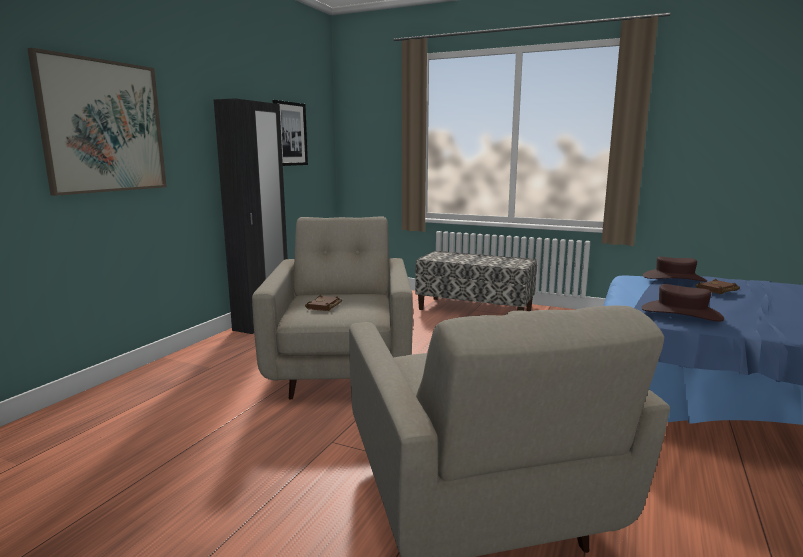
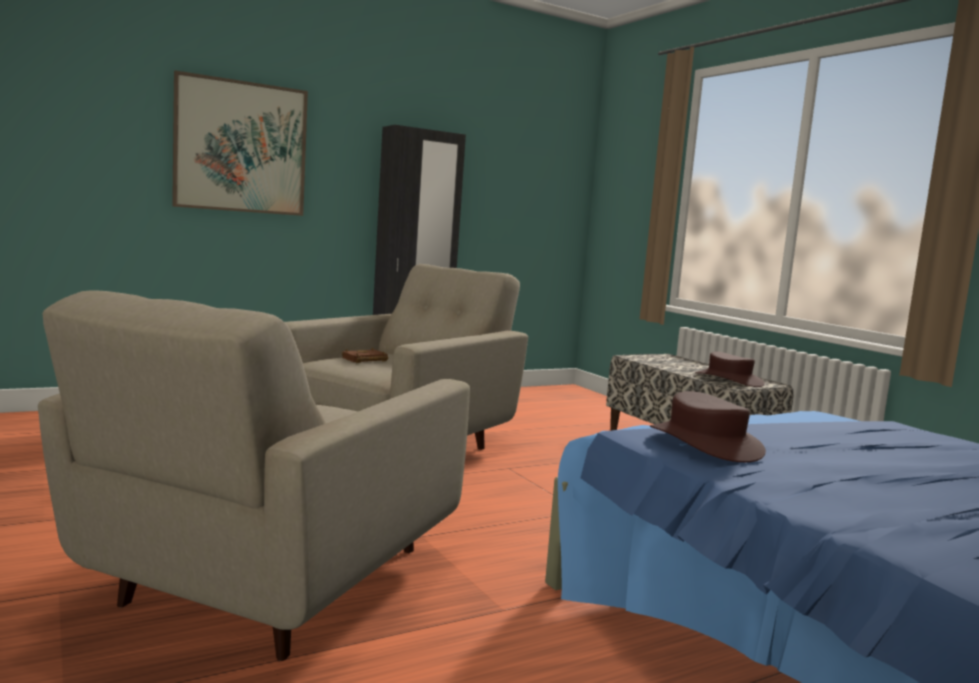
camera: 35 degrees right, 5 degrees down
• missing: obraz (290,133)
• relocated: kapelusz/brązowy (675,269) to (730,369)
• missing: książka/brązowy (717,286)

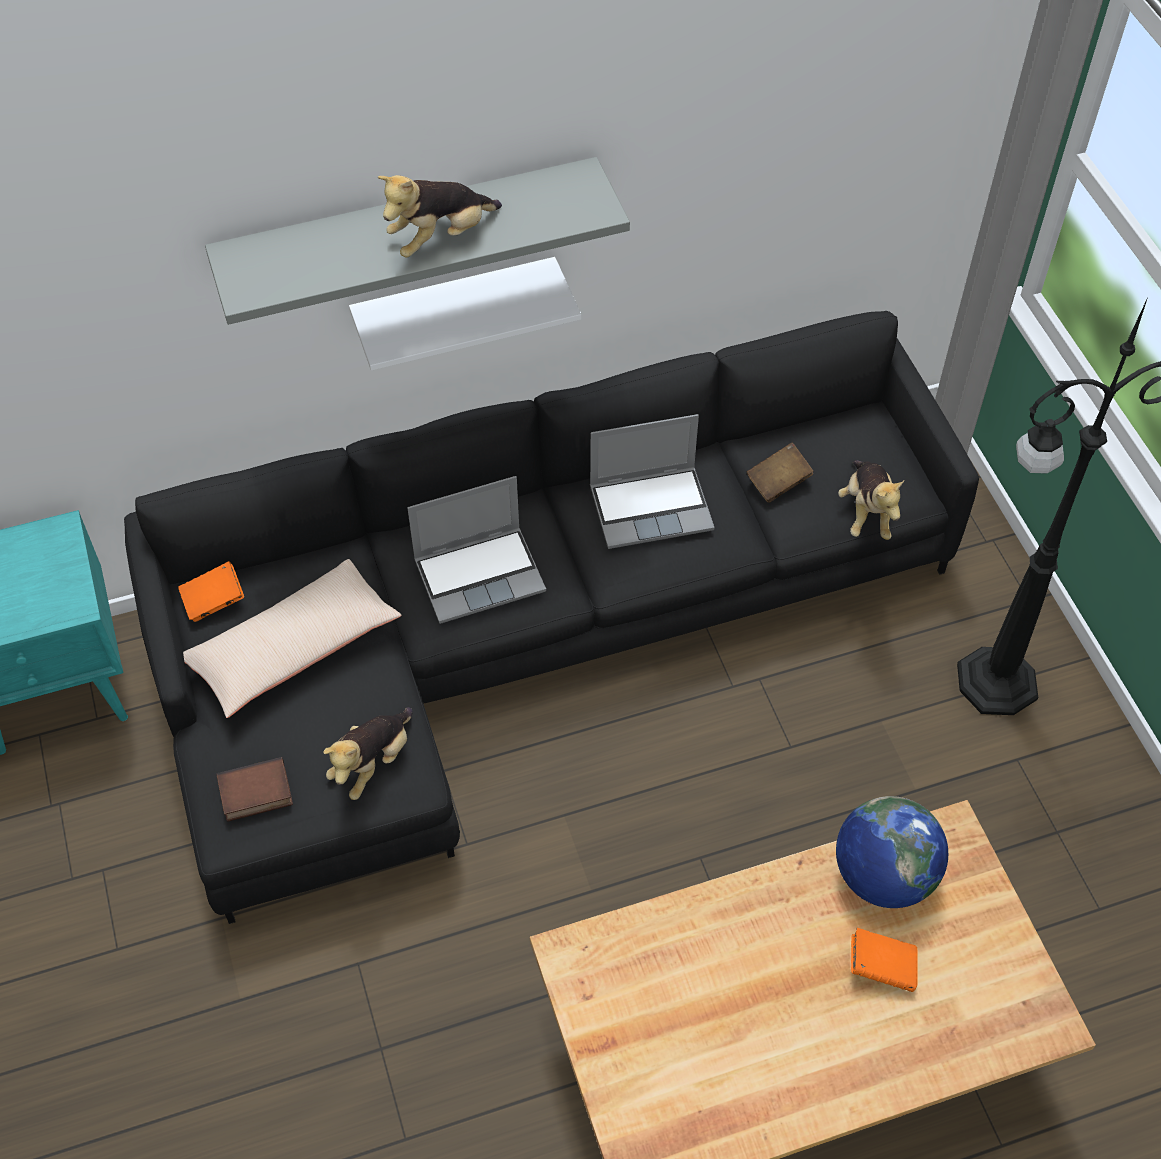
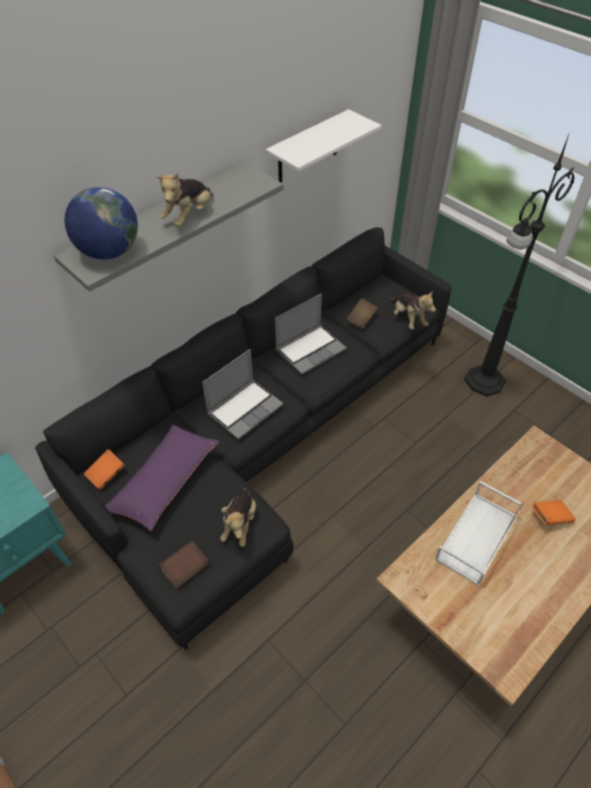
camera: 25 degrees left, 5 degrees down
• relocated: półka/biały (465,314) to (324,146)
• colour: poduszka/beżowy (292,638) to poduszka/fioletowy (162,478)
• relocated: globus (892,852) to (101,223)
• appeared: taca/biały (479,533)

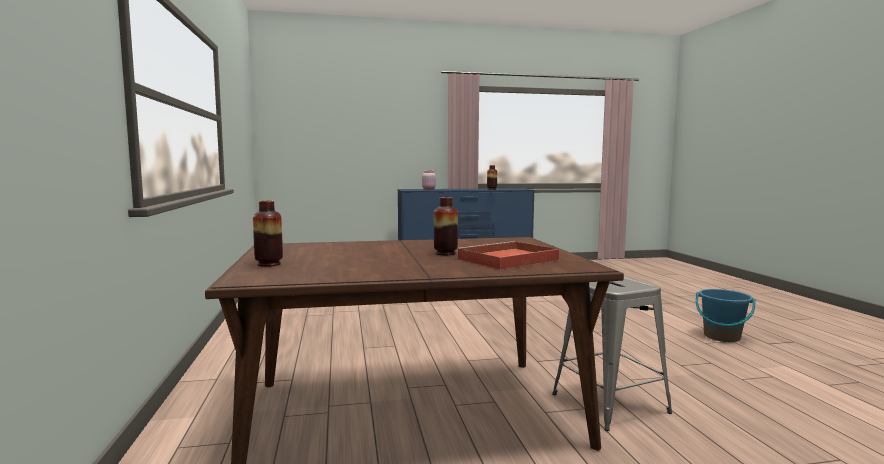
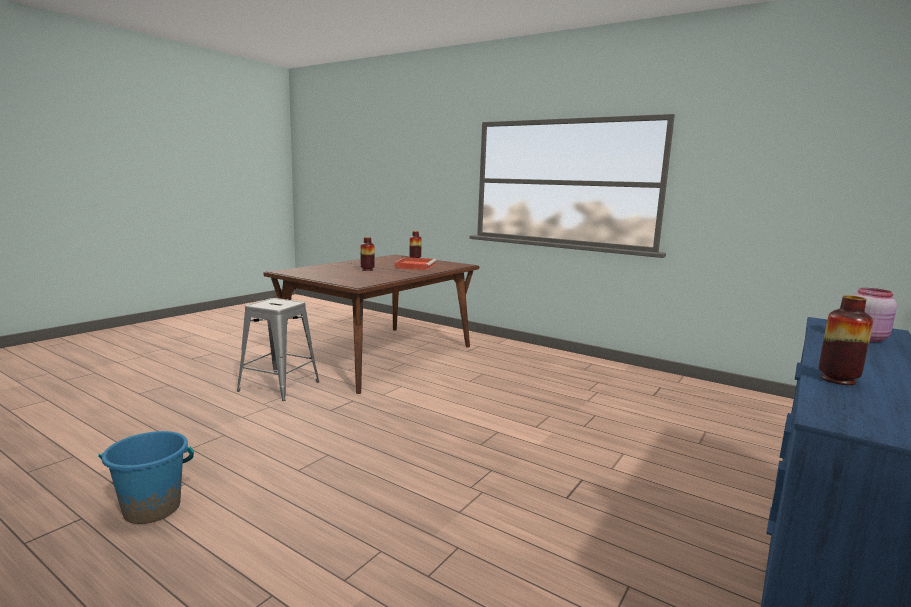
camera: 135 degrees right, 5 degrees up
• relocated: taca/czerwony (507,255) to (415,263)

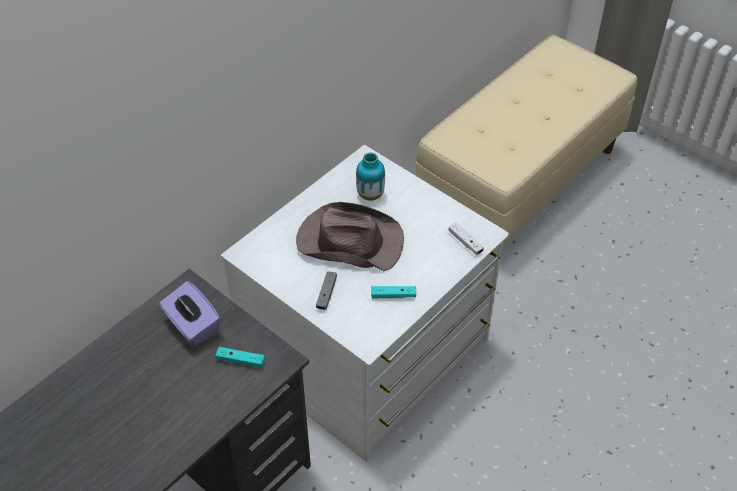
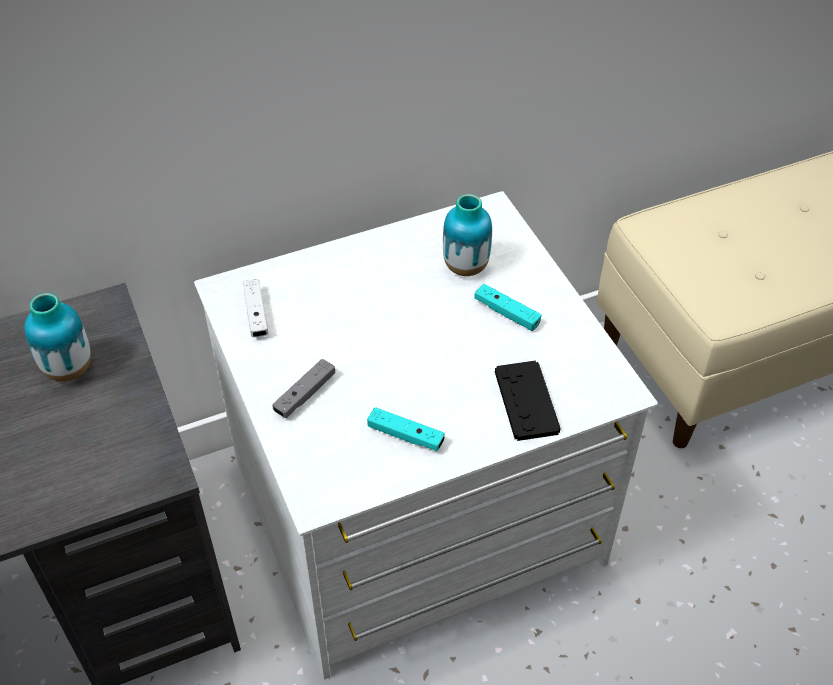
camera: 25 degrees right, 0 degrees up
• missing: kapelusz/brązowy (350,236)
• relocated: pad do gier/biały (466,239) to (256,308)
• exchanged: pudełko chusteczek/fioletowy (190,314) to wazon (57,337)
• relocated: pad do gier/turkusowy (240,357) to (508,307)
• appeared: pad do gier/czarny (528,401)

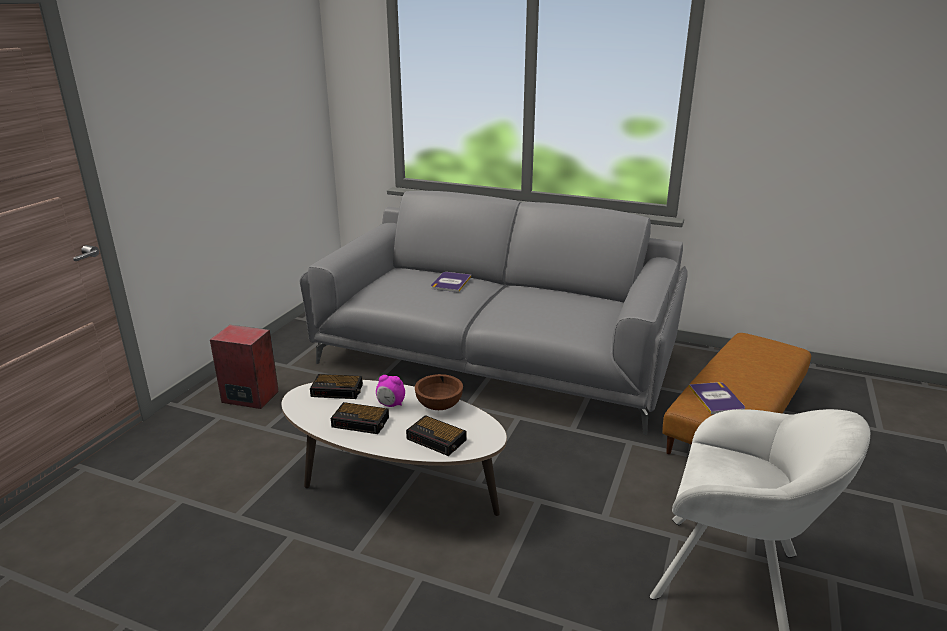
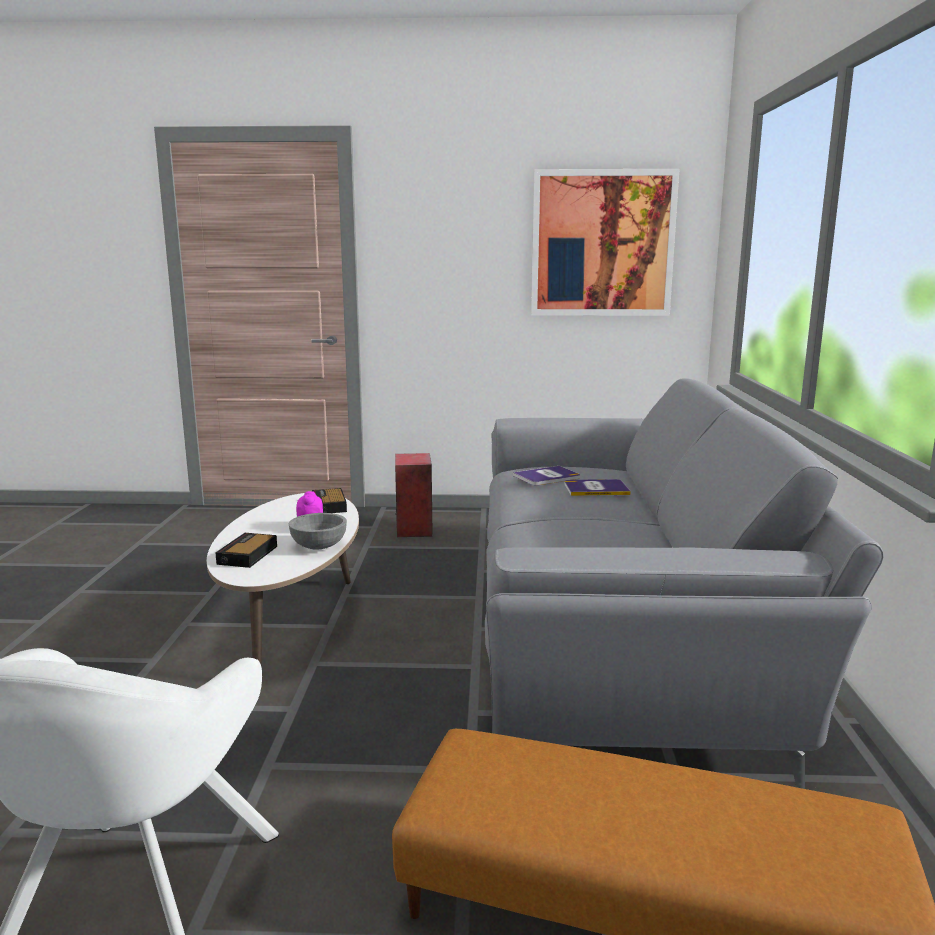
camera: 70 degrees right, 10 degrees down
• colour: miska/brązowy (439,392) to miska/szary (318,531)
• relocated: książka (717,398) to (546,475)
• missing: budzik (360,418)
• appeared: obraz (605,242)

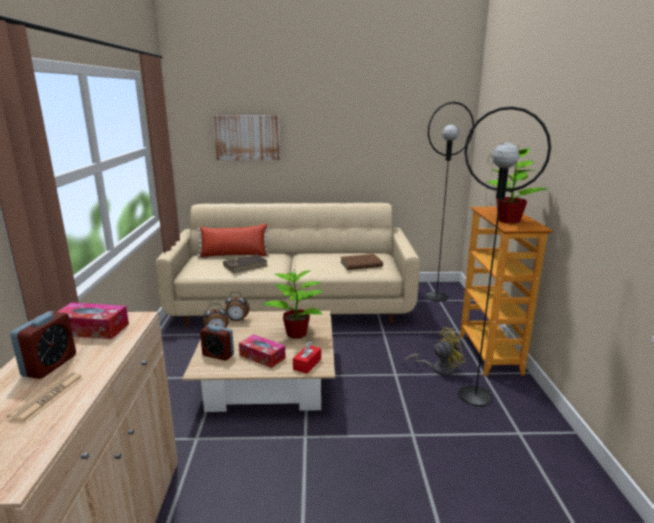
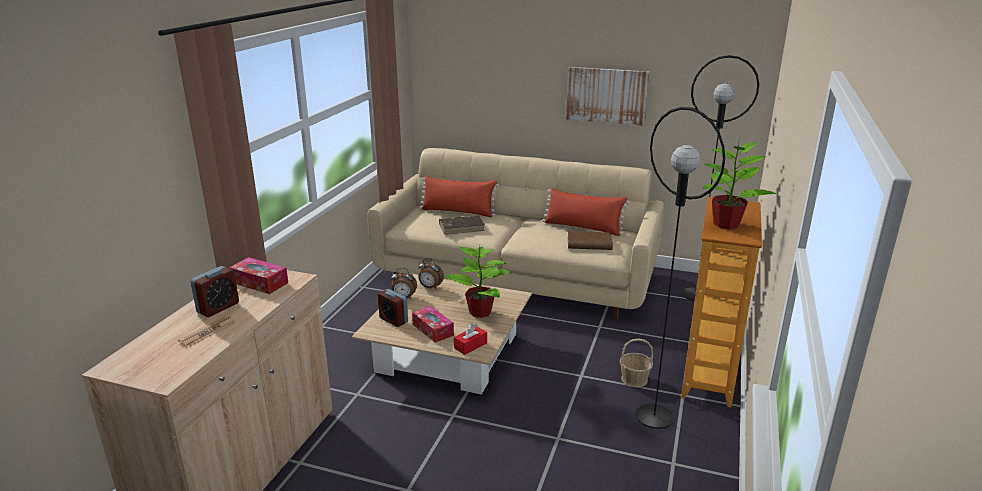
camera: 20 degrees right, 5 degrees up
• relocated: obraz (247,137) to (608,96)
• exchanged: wentylator/żółty (435,351) to koszyk (636,362)
• appeared: poduszka/czerwony (586,212)

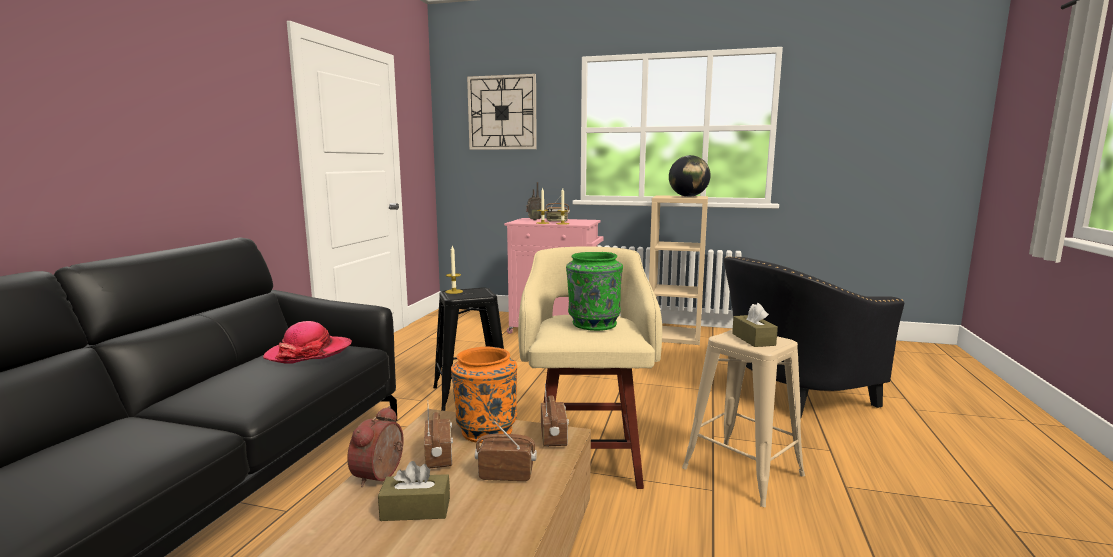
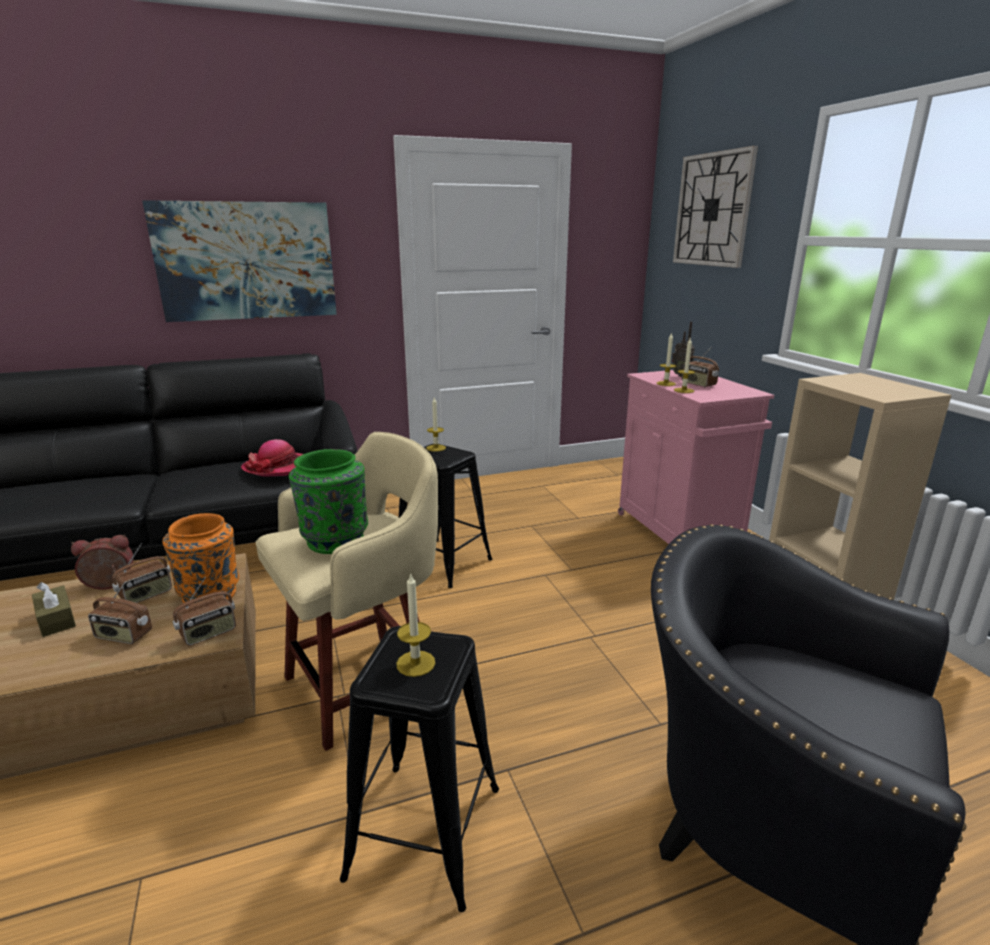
camera: 55 degrees right, 10 degrees up
• missing: globus (690,176)
• exchanged: pudełko chusteczek/brązowy (755,325) to świeca (415,625)
• colour: stołek/beżowy (743,418) to stołek/czarny (419,769)
• spun: radio (506,451) = (120,613) 135 degrees clockwise
• appeared: obraz (239,261)

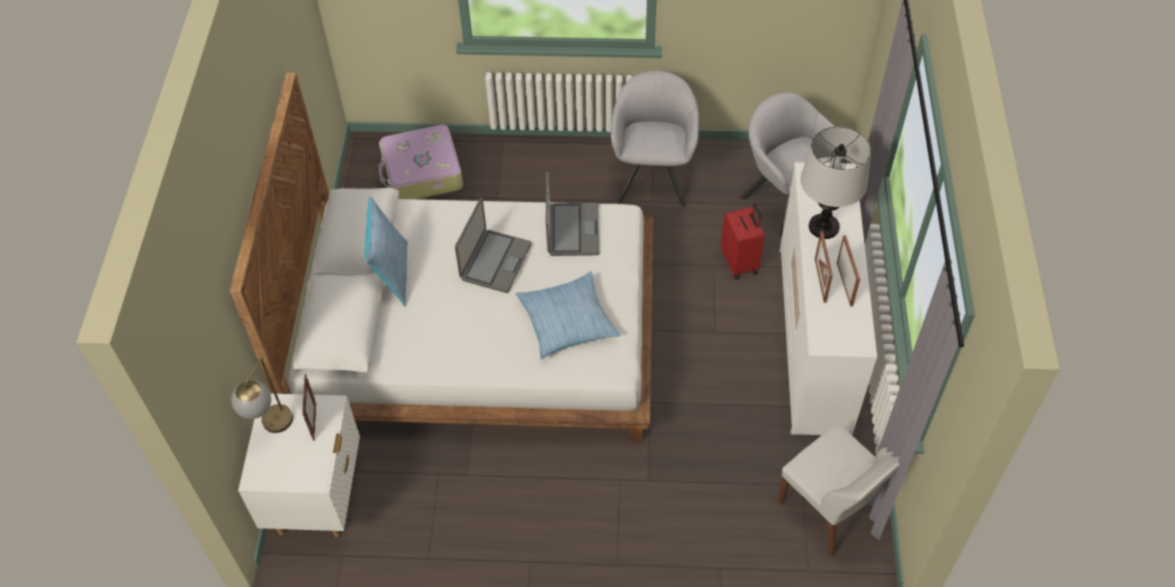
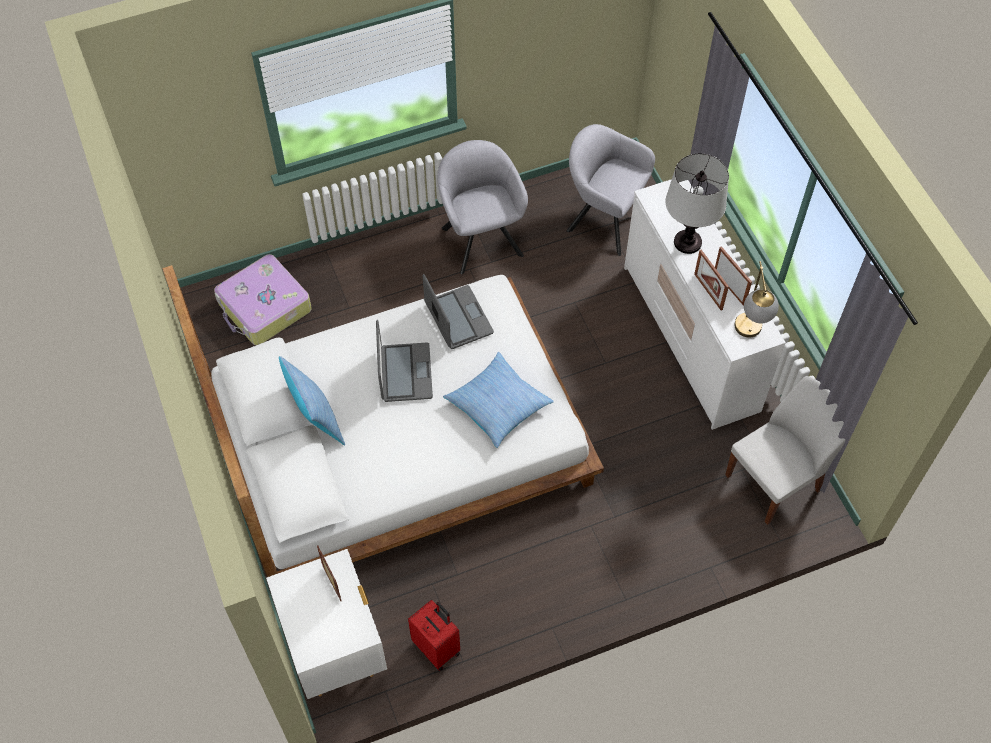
camera: 25 degrees left, 5 degrees up
• relocated: walizka/czerwony (743,241) to (434,635)
• relocated: lampa stołowa (262,392) to (756,299)
• spun: krzesło/biały (846,490) = (785,450) 60 degrees counterclockwise

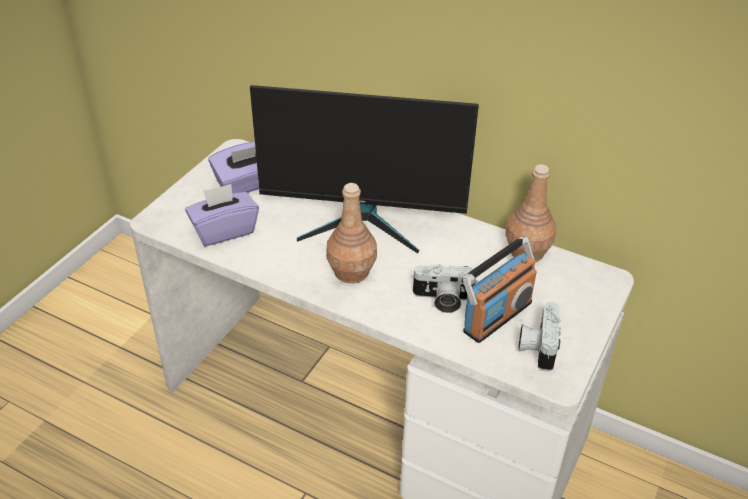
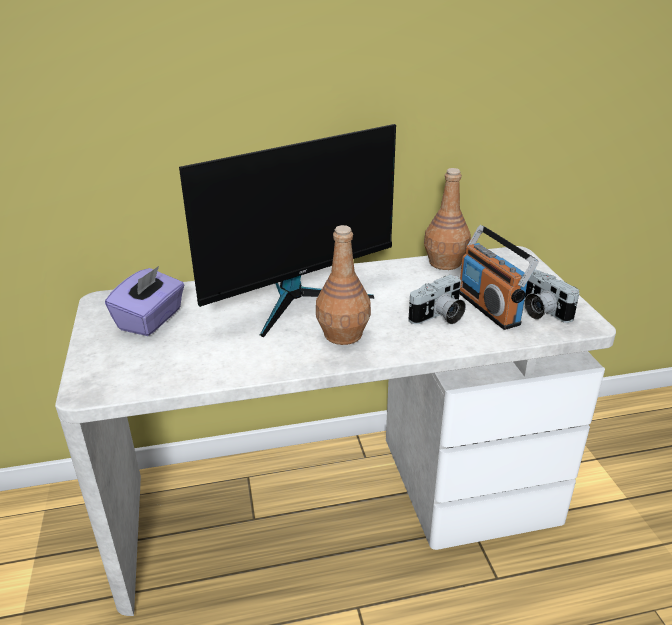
camera: 40 degrees left, 10 degrees down
• missing: pudełko chusteczek/fioletowy (222,215)
• spun: radio (500,289) = (499,277) 150 degrees clockwise

